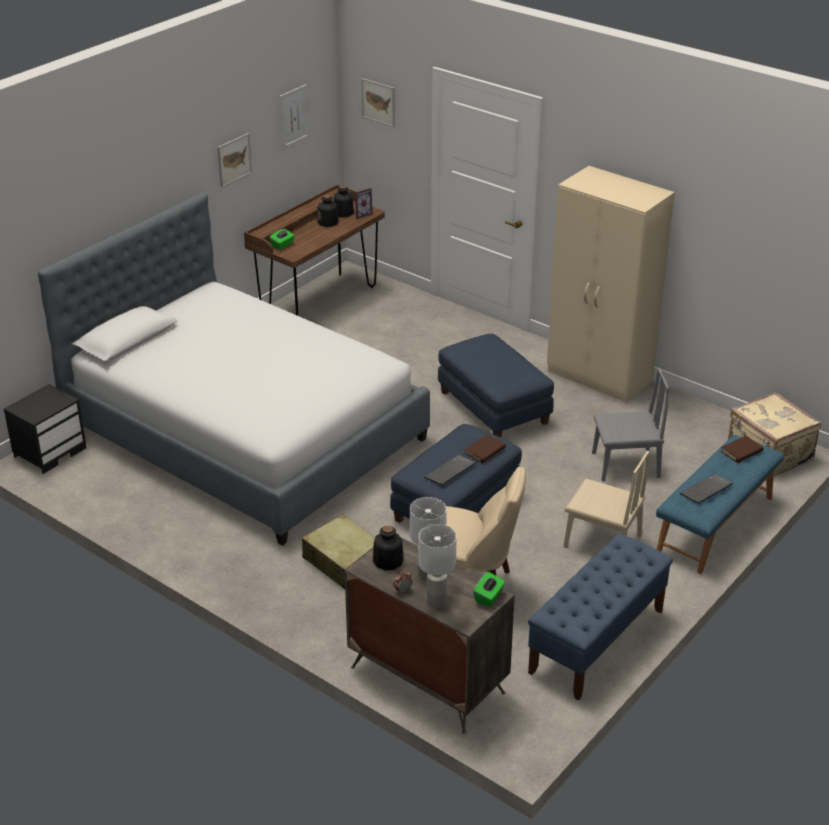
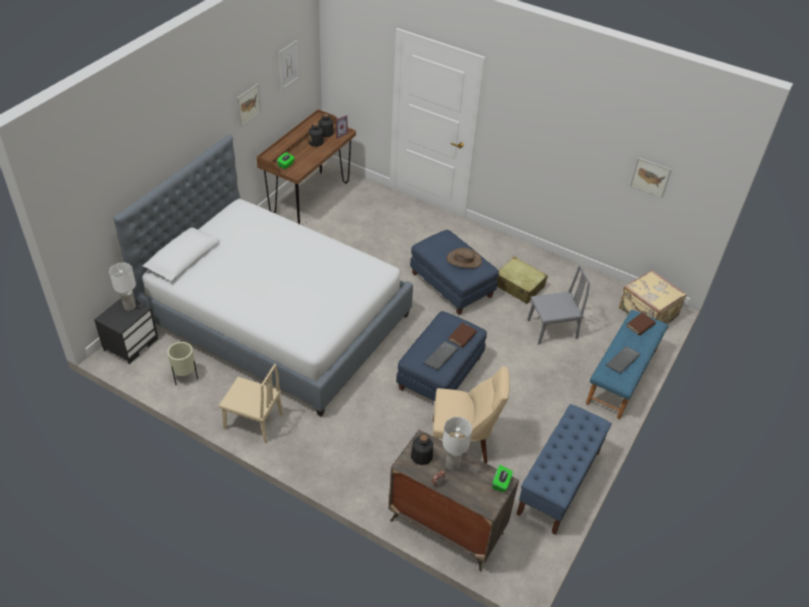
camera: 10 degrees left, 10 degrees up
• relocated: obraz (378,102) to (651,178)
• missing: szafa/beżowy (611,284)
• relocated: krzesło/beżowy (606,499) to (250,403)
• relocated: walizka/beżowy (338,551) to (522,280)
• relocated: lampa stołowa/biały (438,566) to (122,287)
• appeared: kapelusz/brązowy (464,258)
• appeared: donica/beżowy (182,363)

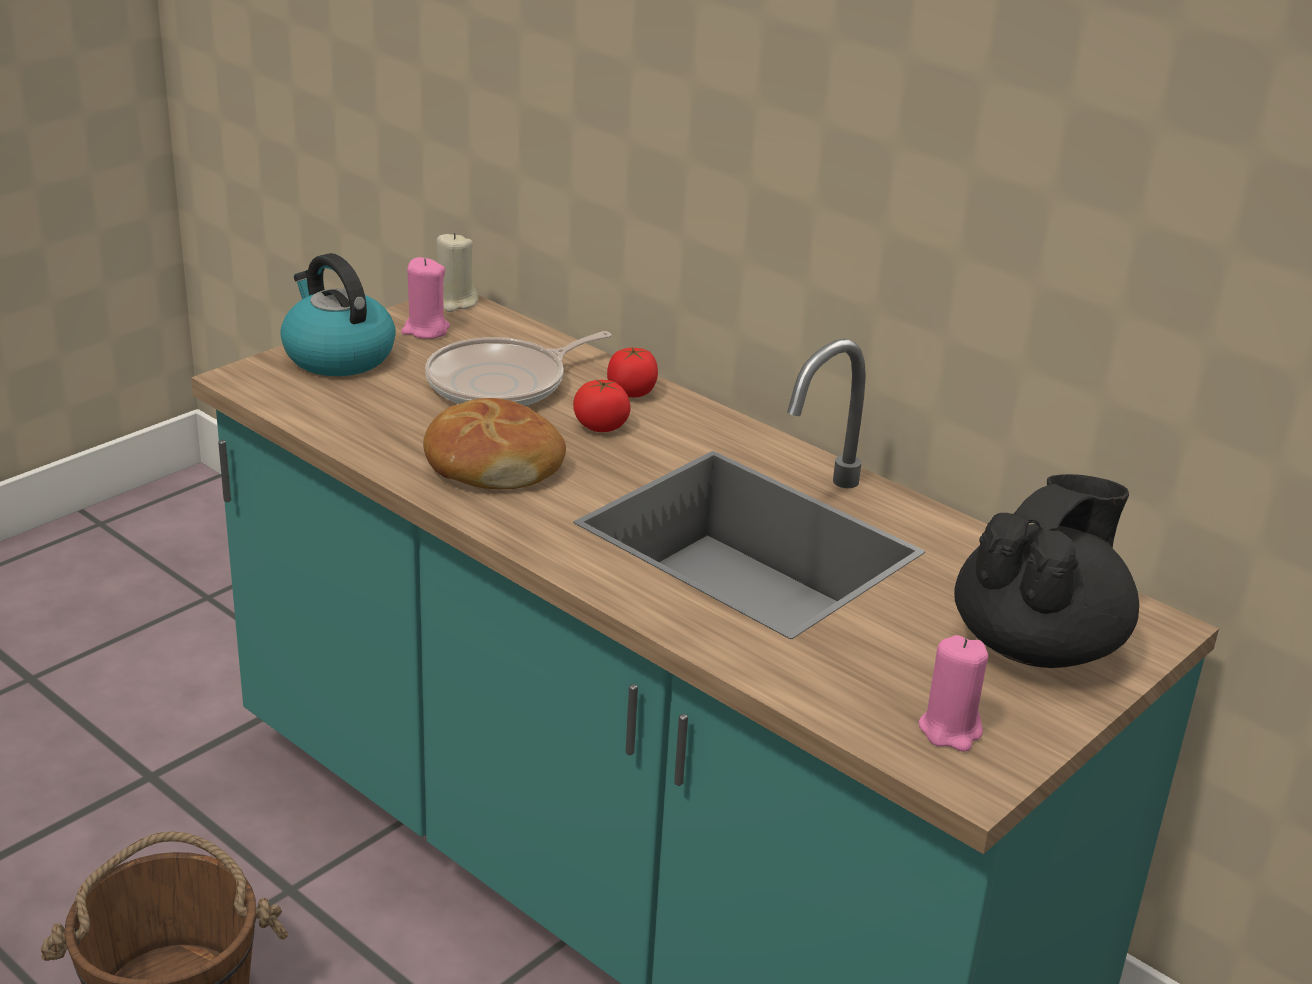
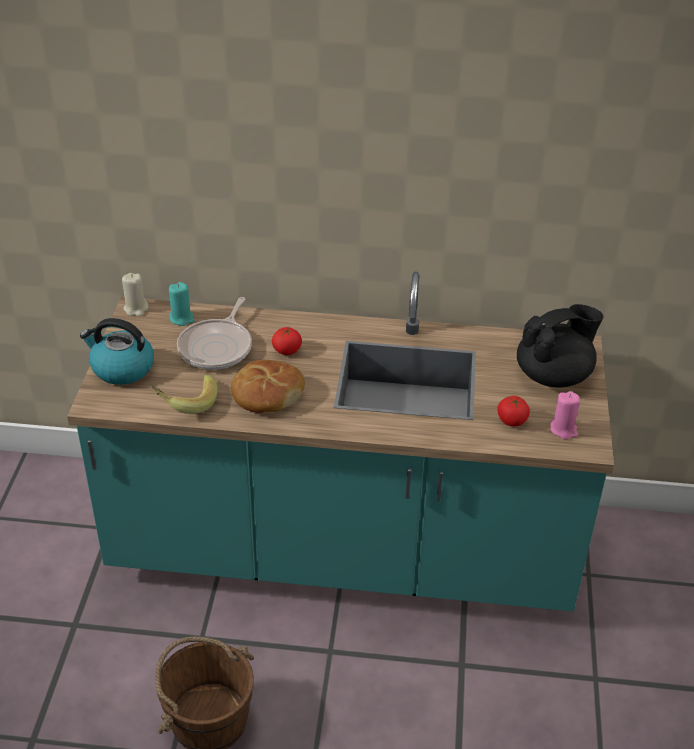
camera: 35 degrees left, 10 degrees up
• missing: świeca/różowy (425,298)
• relocated: pomidor (632,372) to (513,411)
• spun: imbryk/czarny (1046,571) = (560,345) 60 degrees clockwise
• appeared: świeca/turkusowy (182,304)
• appeared: banan (184,394)

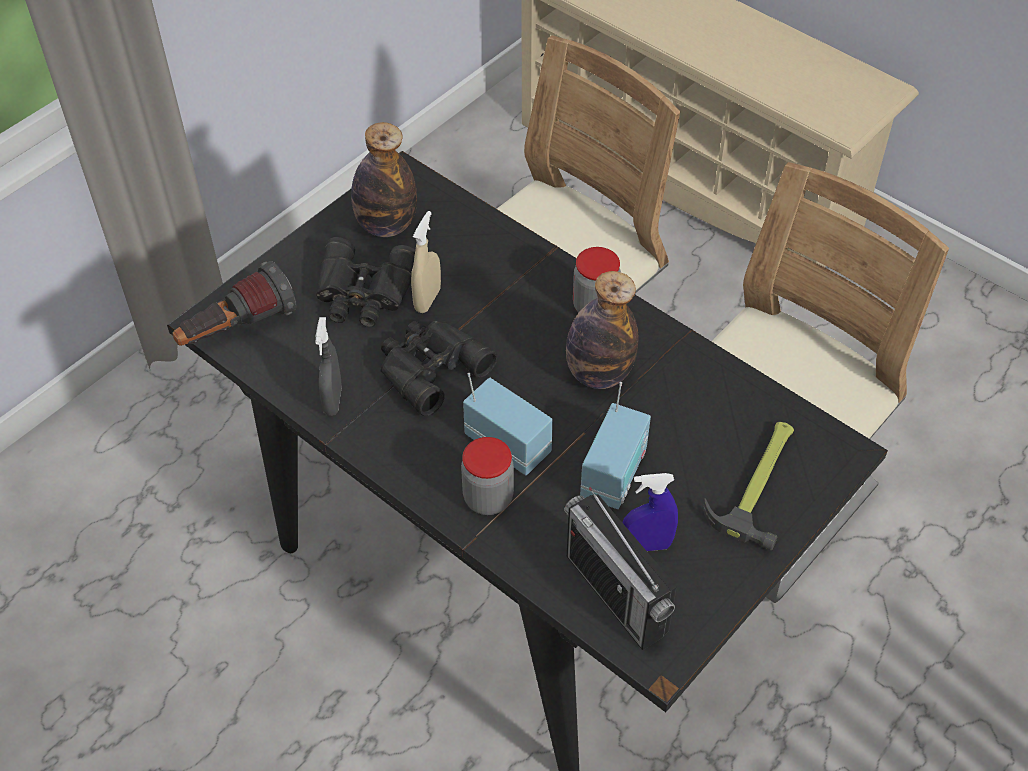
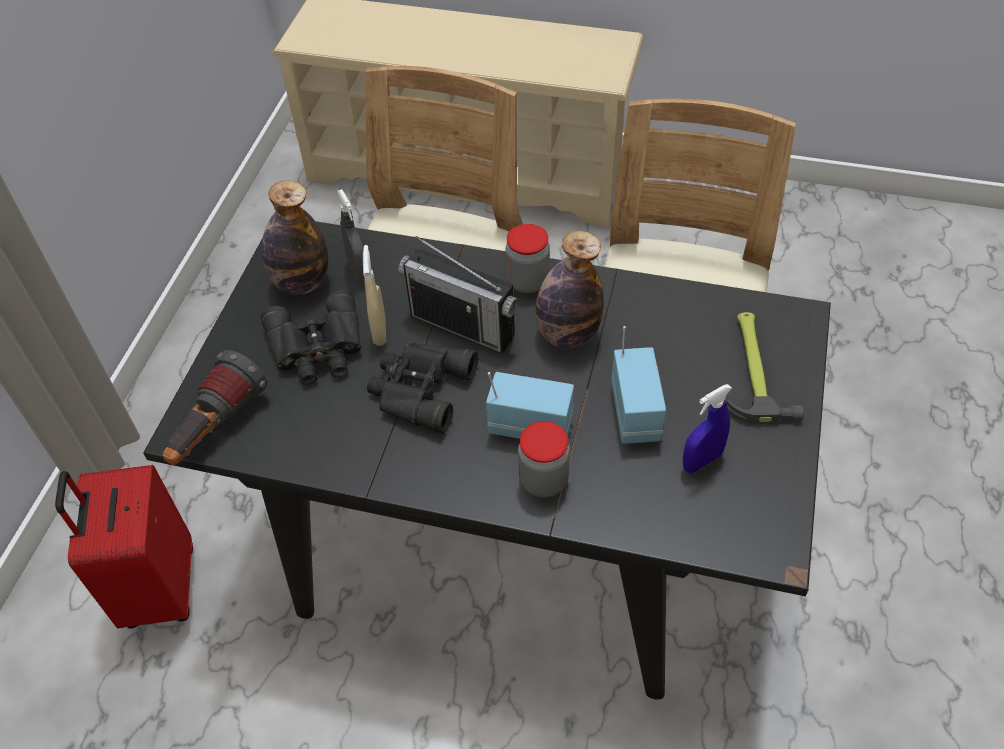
camera: 25 degrees left, 0 degrees up
• relocated: spryskiwacz/szary (328,366) to (350,235)
• relocated: radio (620,568) to (458,295)
• appeared: walizka/czerwony (124,547)

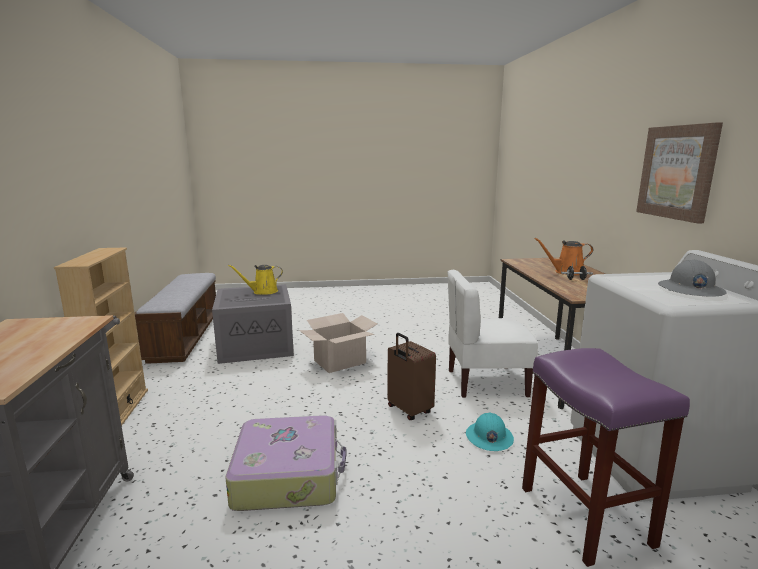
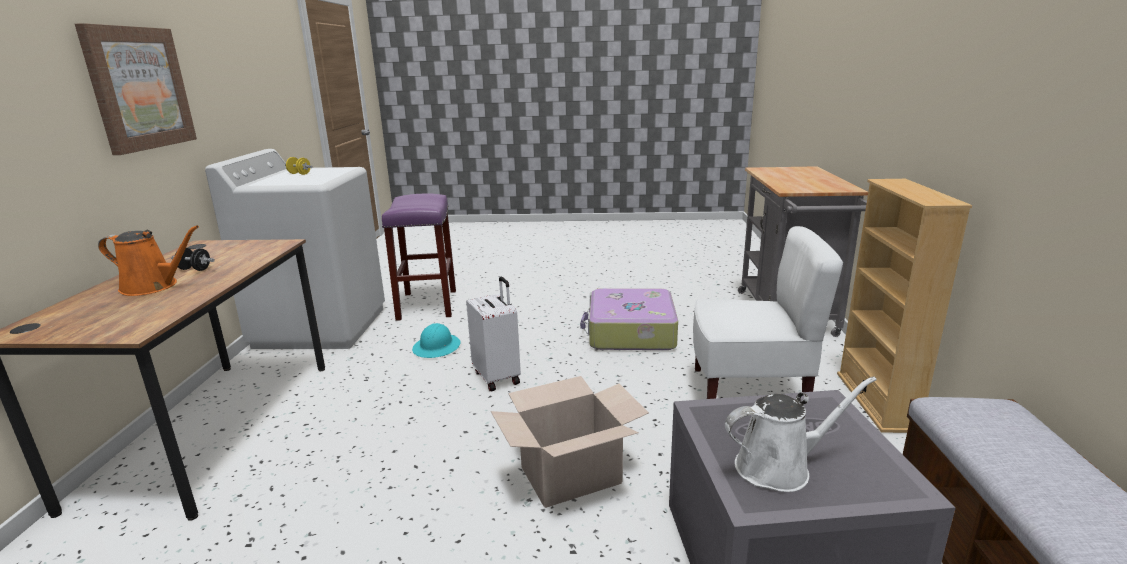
camera: 170 degrees left, 5 degrees up
• exchanged: kask/szary (692,278) to hantel/żółty (299,166)
• colour: konewka/żółty (255,280) to konewka/biały (801,434)
• relocated: krzesło/biały (493,334) to (768,312)
• colour: walizka/brązowy (411,376) to walizka/biały (493,334)

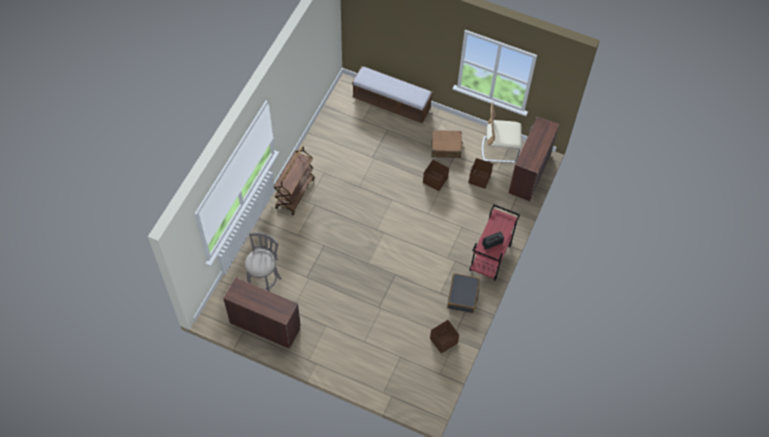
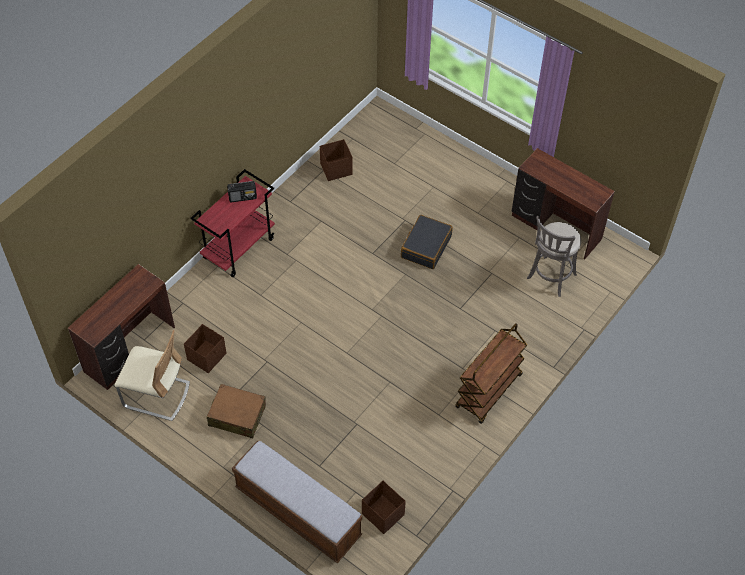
camera: 165 degrees left, 5 degrees down
• relocated: pojemnik do przechowywania/brązowy (436,175) to (384,507)
• relocated: walizka/czarny (463,293) to (427,242)

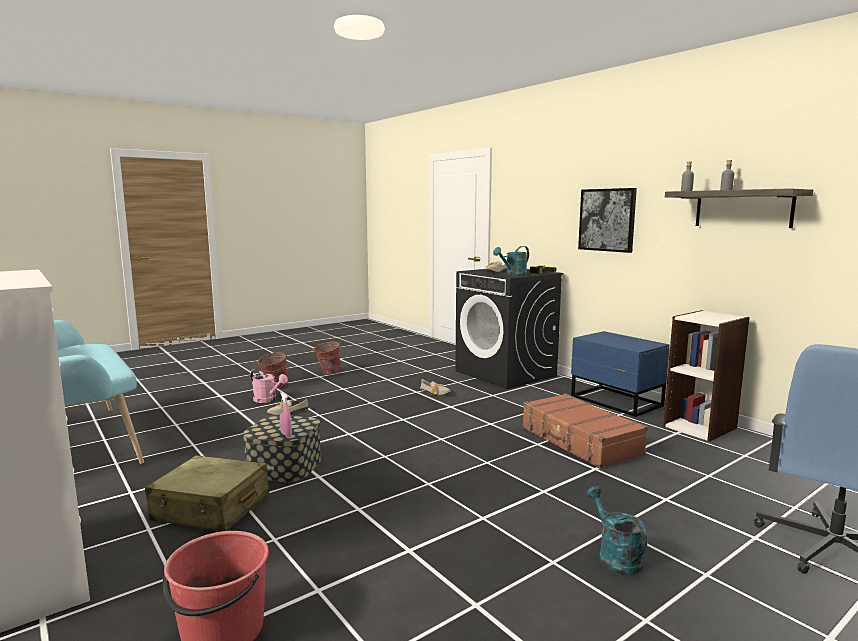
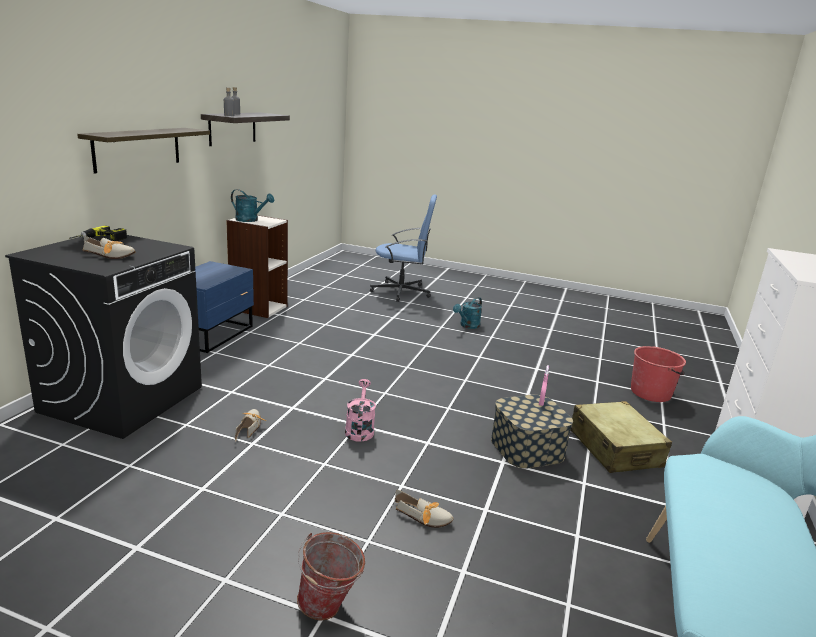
camera: 125 degrees left, 10 degrees up
• exchanged: obraz (607,220) to półka (143,151)
• relocated: konewka/turkusowy (511,261) to (252,205)
• missing: wiadro (327,358)
• relocated: konewka/różowy (269,386) to (360,410)
• missing: walizka/brązowy (585,430)

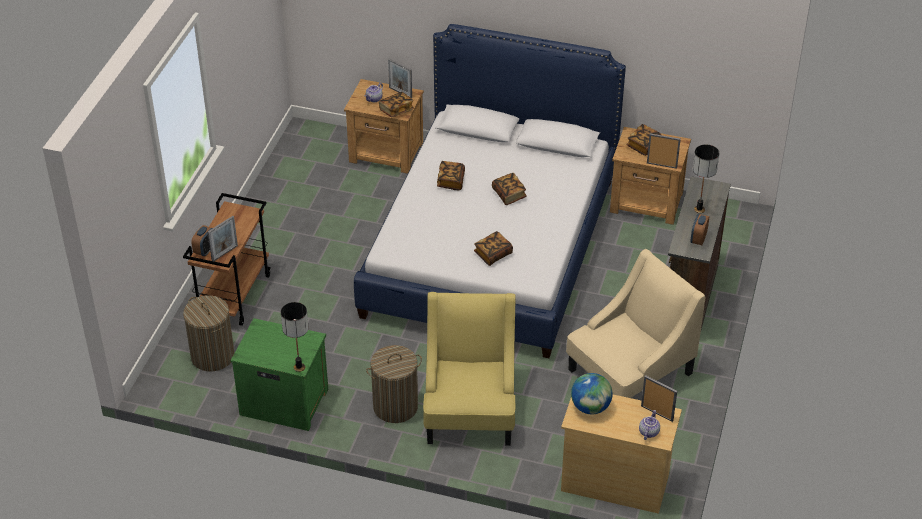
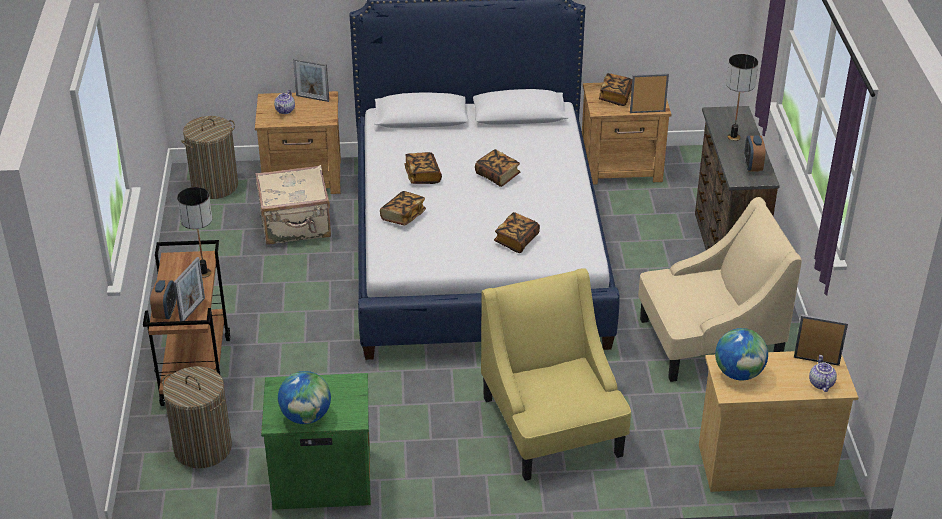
camera: 20 degrees left, 5 degrees down
• relocated: książka (396,105) to (403,208)
• spun: fotel/beżowy (636,323) = (720,289) 45 degrees clockwise
• relocated: lampa stołowa (295,337) to (194,232)
• relocated: kosz na pranie (394,384) to (209,157)
• appeared: walizka/beżowy (293,205)
• appeared: globus (304,397)

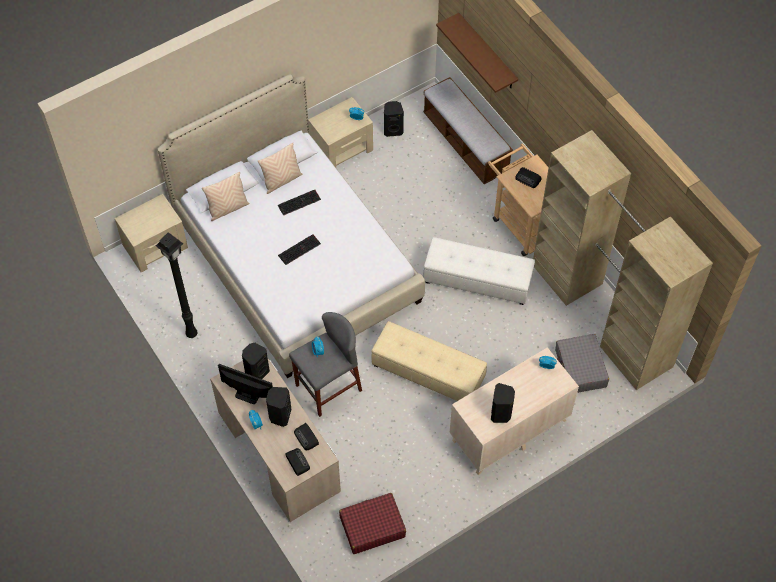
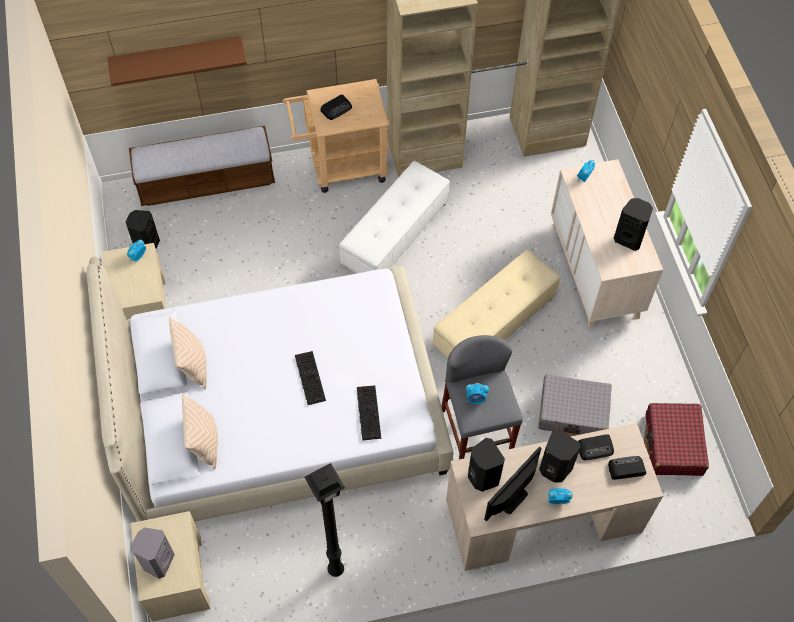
camera: 70 degrees left, 0 degrees up
• relocated: klawiatura (299,203) to (369,413)
• relocated: walizka/szary (582,363) to (575,405)
• appeared: głośnik/szary (153,553)

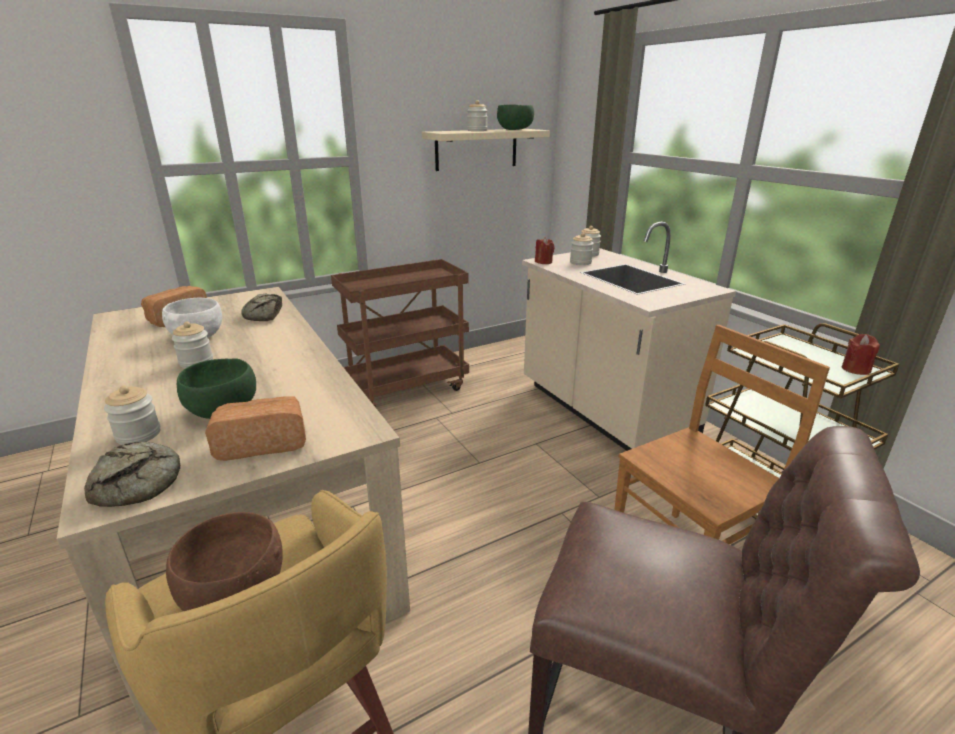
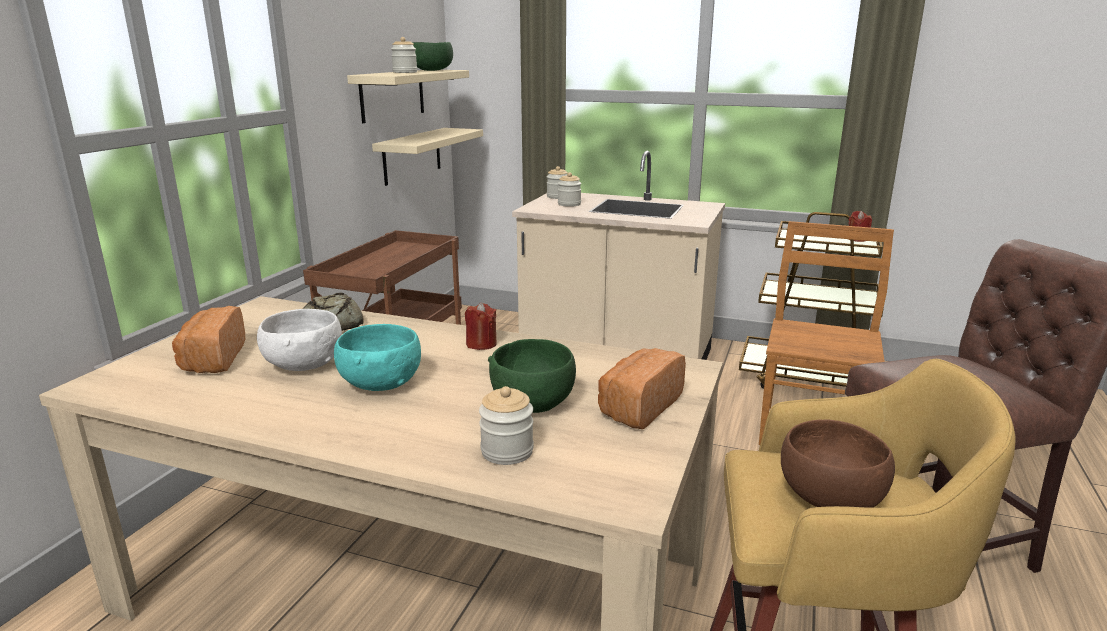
camera: 40 degrees left, 5 degrees down
• relocated: świeca/czerwony (545,250) to (481,326)
• exchanged: słoik (192,345) to miska/turkusowy (377,357)
• missing: chleb (132,474)
• appeared: półka/beżowy (427,157)

